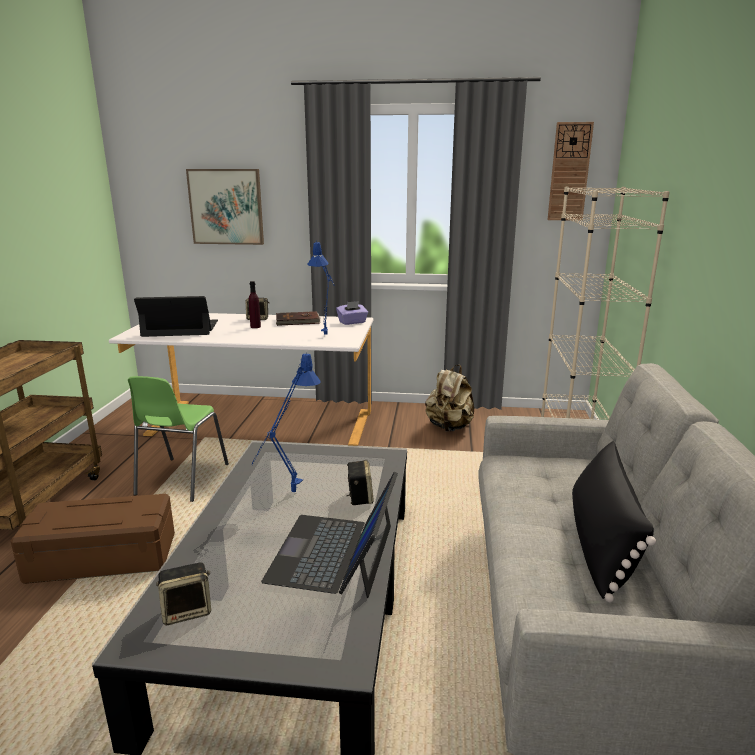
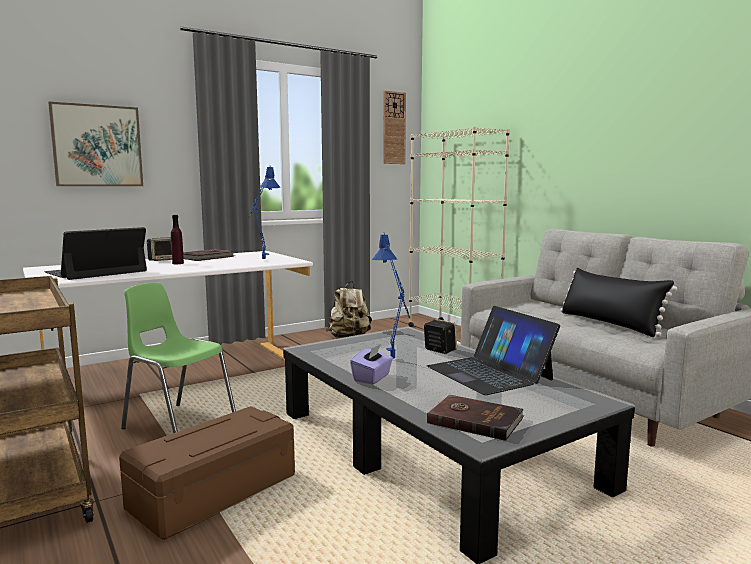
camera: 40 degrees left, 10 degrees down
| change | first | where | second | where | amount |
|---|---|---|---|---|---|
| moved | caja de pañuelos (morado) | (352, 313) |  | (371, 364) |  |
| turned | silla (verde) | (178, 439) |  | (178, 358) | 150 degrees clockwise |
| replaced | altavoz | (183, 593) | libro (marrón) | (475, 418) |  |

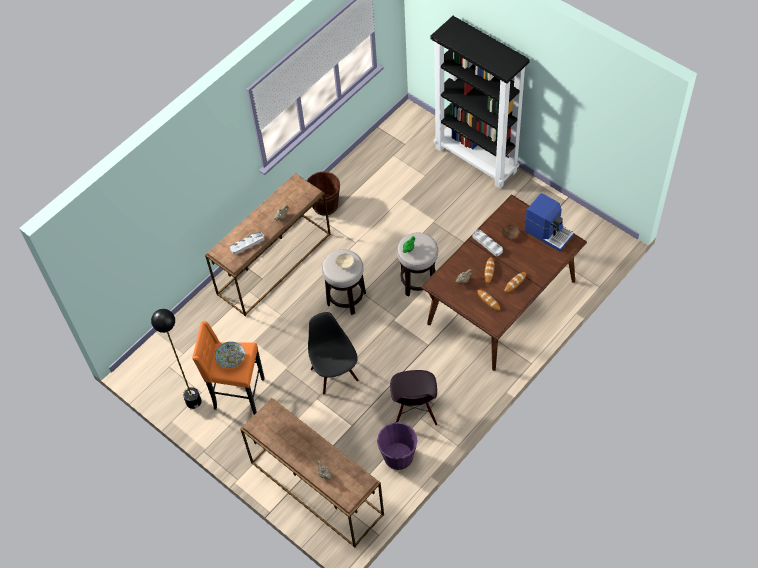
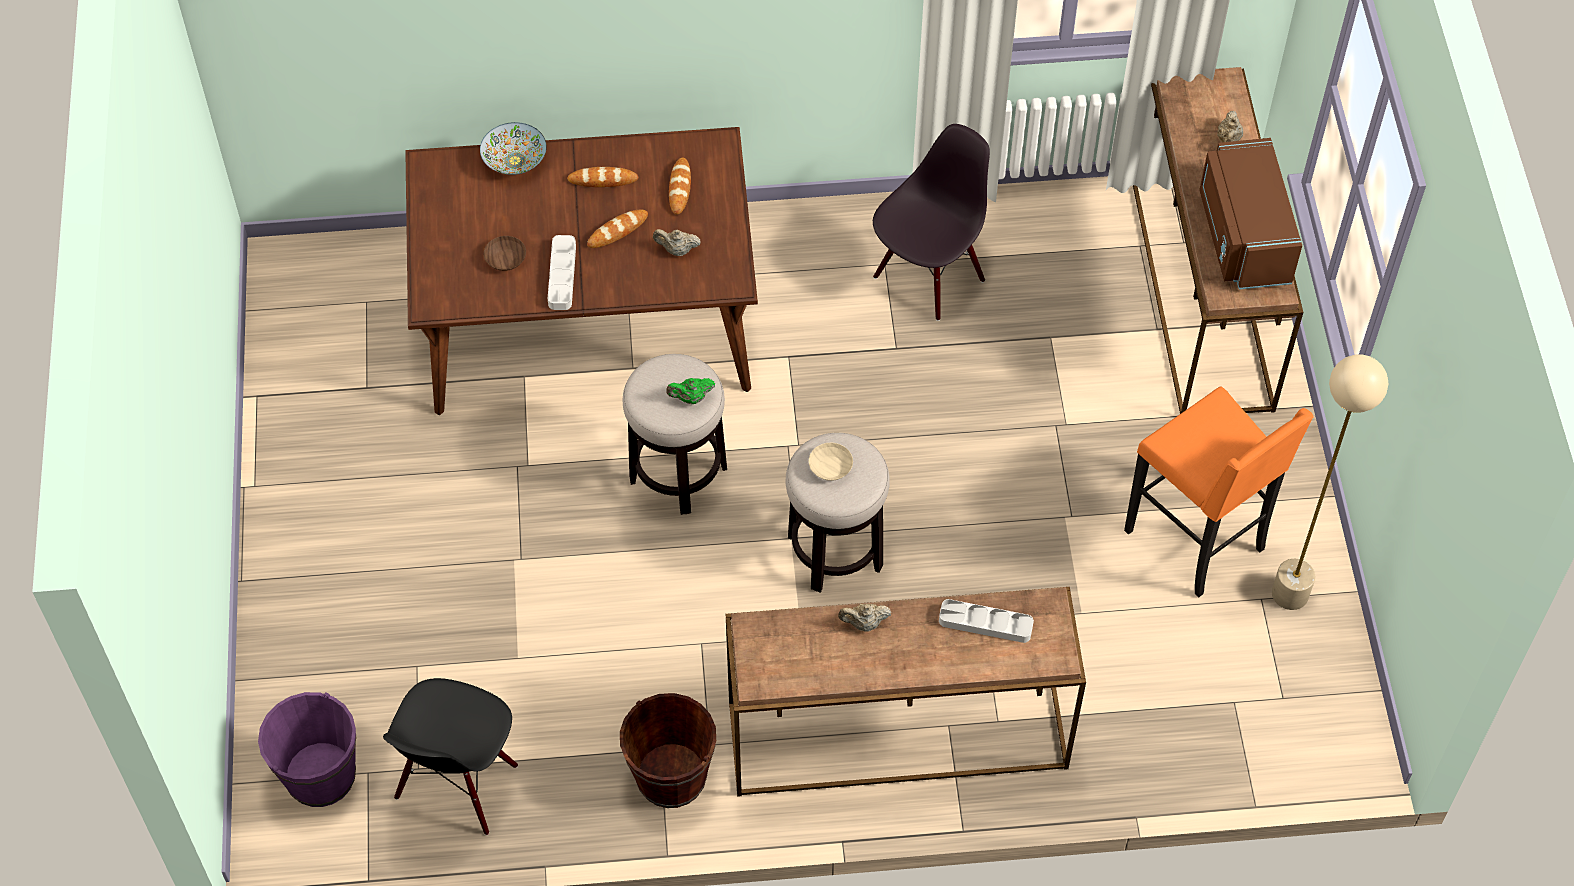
camera: 140 degrees left, 0 degrees up
| change | first | where | second | where | amount |
|---|---|---|---|---|---|
| removed | estantería (negro) | (480, 102) |  |  |  |
| removed | cafetera | (549, 222) |  |  |  |
| recoloured | lámpara de pie (negro) | (176, 359) | lámpara de pie (beis) | (1330, 482) |  |
| moved | silla (negro) | (333, 353) |  | (450, 756) |  |
| moved | cuenco | (230, 355) |  | (513, 148) |  |
| moved | cubo (morado) | (397, 446) |  | (307, 749) |  |
| added |  |  | microondas (marrón) | (1250, 214) |  |

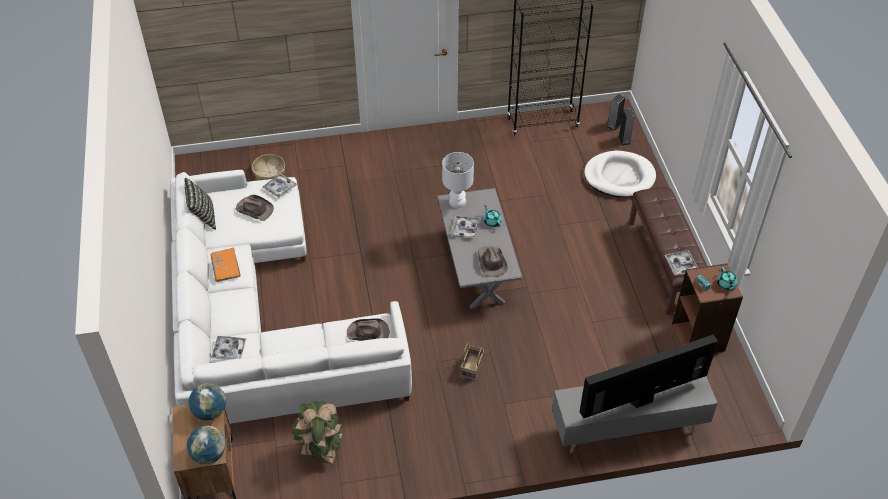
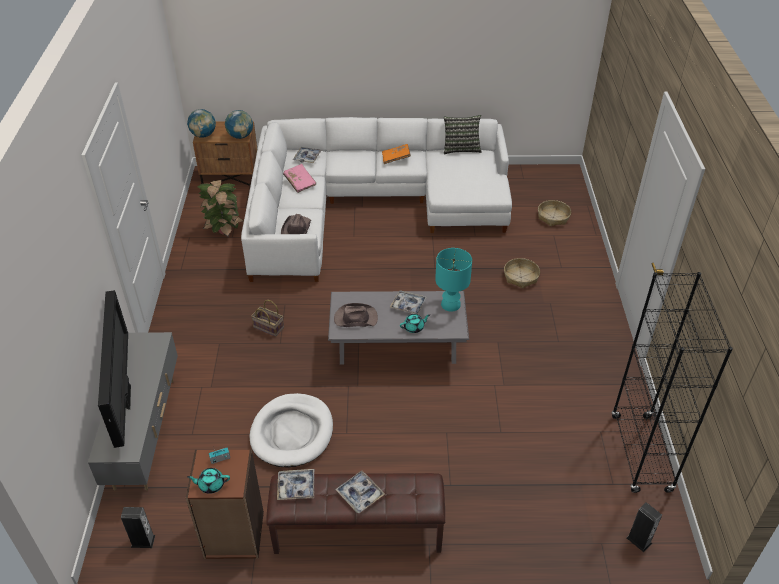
camera: 100 degrees right, 5 degrees down
| change | first | where | second | where | amount |
|---|---|---|---|---|---|
| moved | altavoz | (626, 126) |  | (138, 527) |  |
| moved | cama para perro (blanco) | (620, 174) |  | (291, 430) |  |
| recoloured | lámpara de mesa (blanco) | (458, 180) | lámpara de mesa (turquesa) | (453, 280) |  |
| moved | bandeja | (279, 185) |  | (360, 492) |  |
| removed | sombrero (marrón) | (255, 208) |  |  |  |
| added |  |  | libro (rosa) | (299, 178) |  |
| added |  |  | cesta | (522, 273) |  |

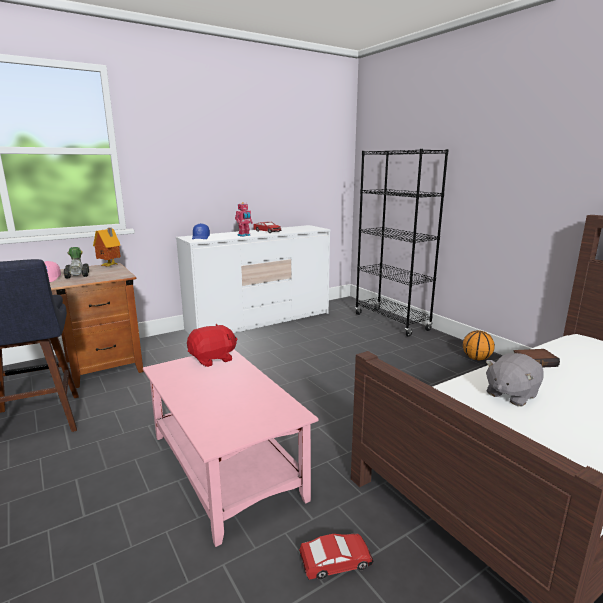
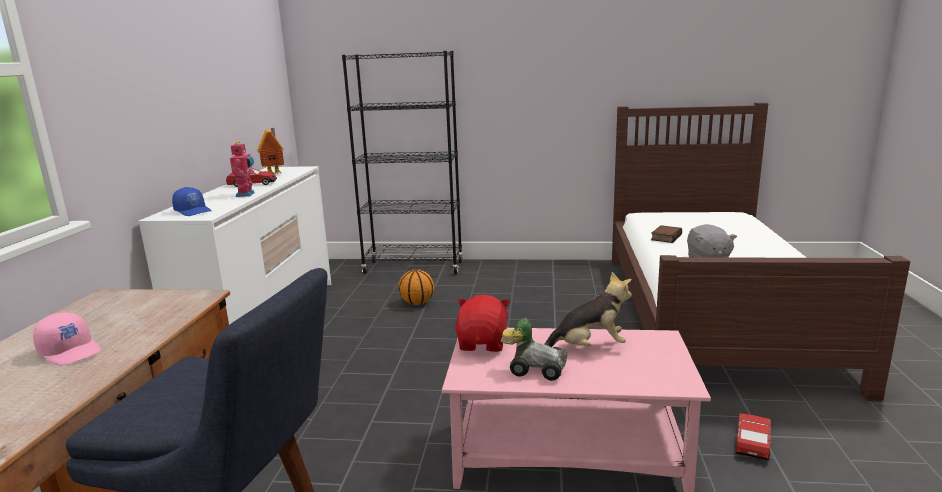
camera: 50 degrees left, 0 degrees up
| change | first | where | second | where | amount |
|---|---|---|---|---|---|
| moved | casita | (107, 247) |  | (270, 151) |  |
| moved | coche de juguete | (76, 262) |  | (534, 350) |  |
| moved | balón de baloncesto | (479, 345) |  | (416, 287) |  |
| added |  |  | peluche | (588, 309) |  |

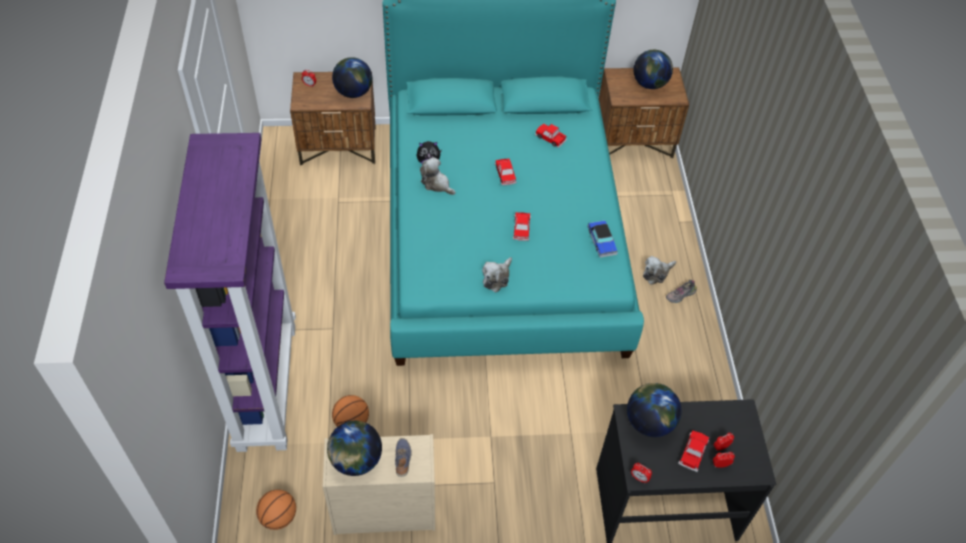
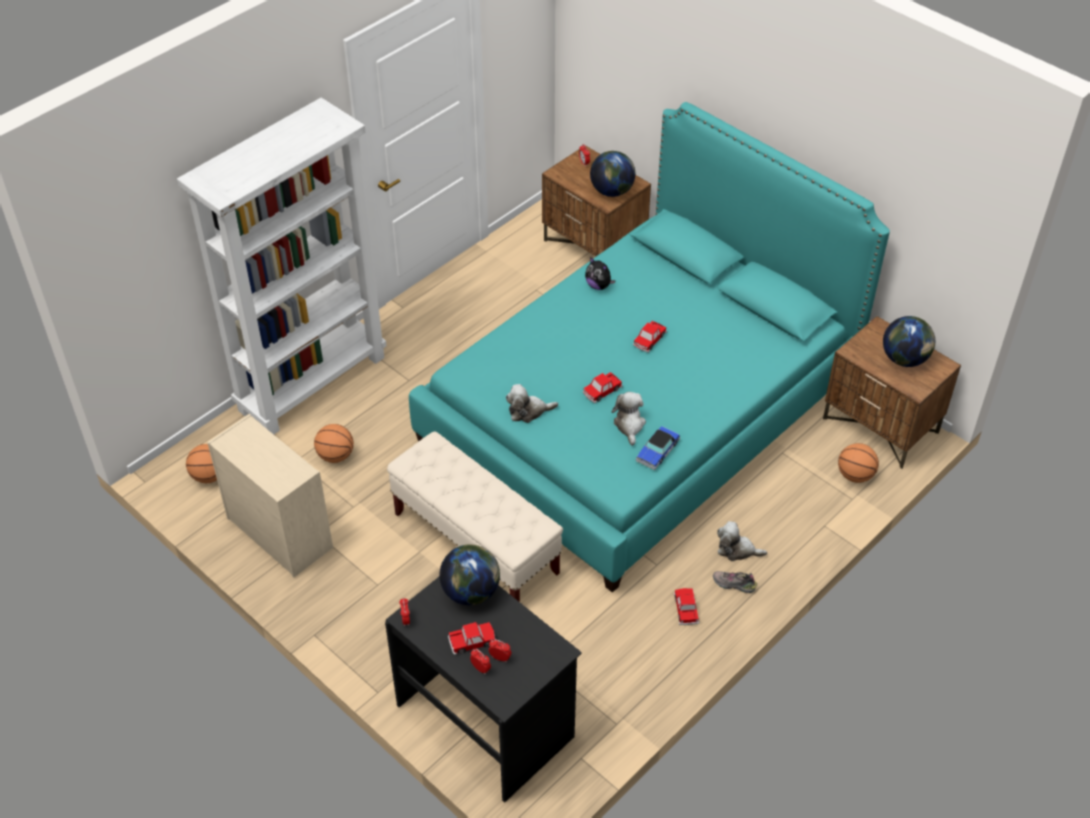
camera: 50 degrees right, 5 degrees down
| change | first | where | second | where | amount |
|---|---|---|---|---|---|
| moved | coche de juguete | (551, 136) |  | (686, 606) |  |
| recoloured | estantería (morado) | (230, 292) | estantería (blanco) | (282, 266) |  |
| moved | peluche | (438, 176) |  | (628, 419) |  |
| removed | globo terráqueo | (354, 448) |  |  |  |
| removed | zapato | (403, 457) |  |  |  |
| added |  |  | banco (beis) | (475, 516) |  |
| added |  |  | balón de baloncesto | (858, 463) |  |

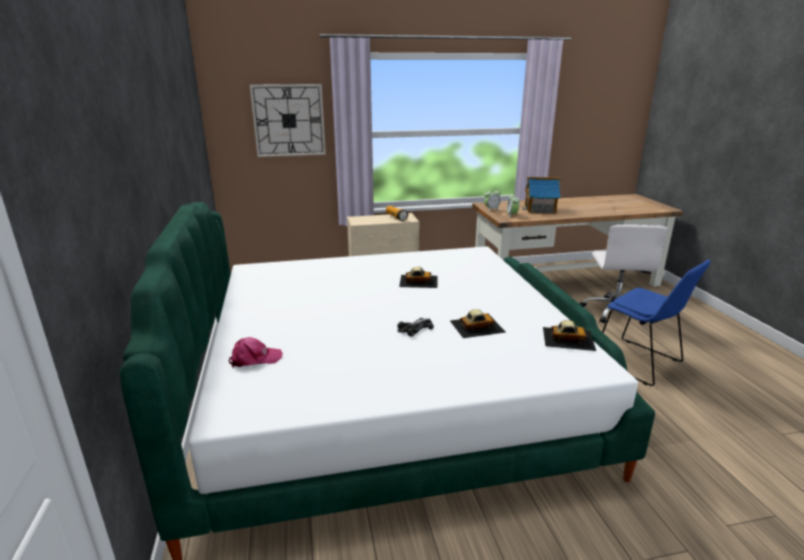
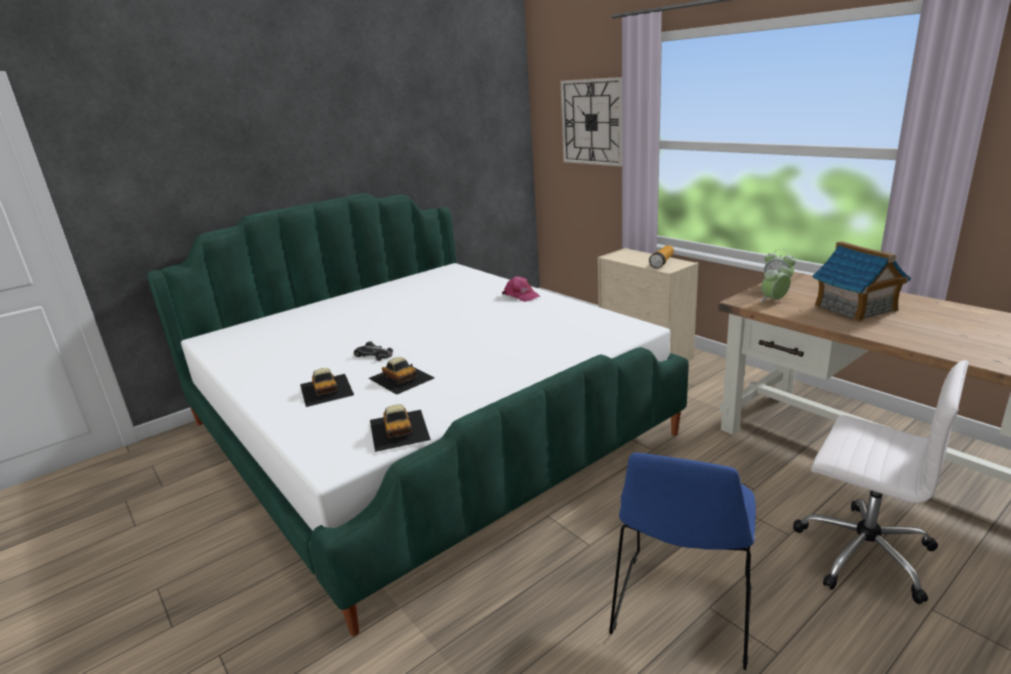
camera: 65 degrees right, 0 degrees up
| change | first | where | second | where | amount |
|---|---|---|---|---|---|
| turned | silla de oficina (blanco) | (623, 275) |  | (881, 482) | 120 degrees counterclockwise |
| moved | coche de juguete | (418, 277) |  | (327, 387) |  |
| moved | gorra (rosa) | (256, 352) |  | (521, 289) |  |

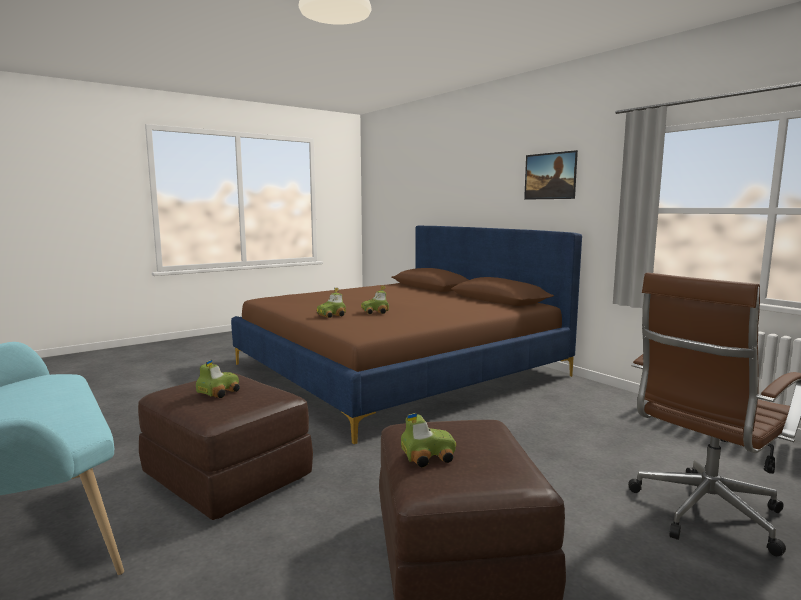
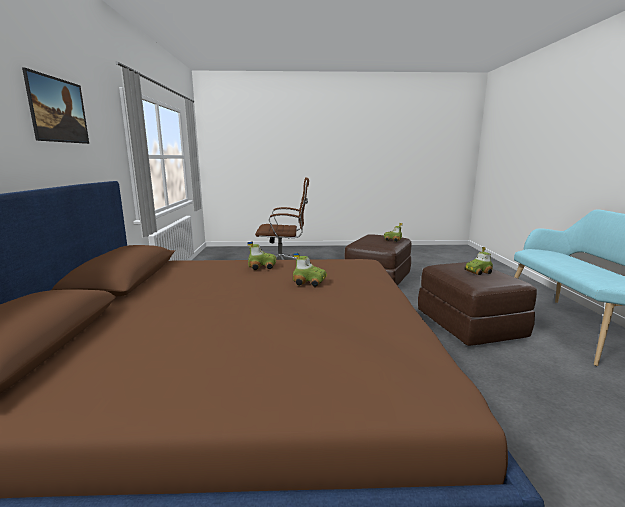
camera: 145 degrees left, 5 degrees up
| change | first | where | second | where | amount |
|---|---|---|---|---|---|
| moved | coche de juguete | (331, 303) |  | (262, 255) |  |

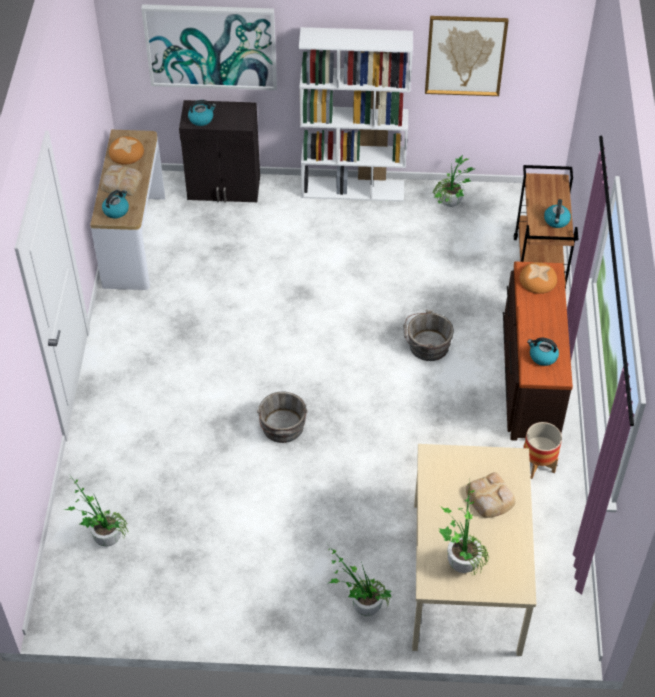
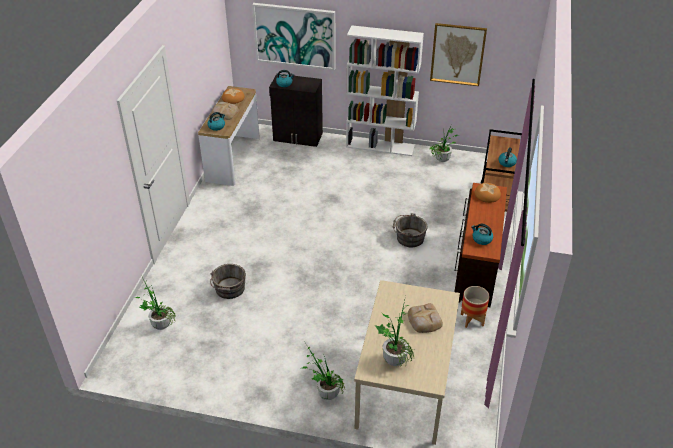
camera: 10 degrees right, 10 degrees down
| change | first | where | second | where | amount |
|---|---|---|---|---|---|
| moved | cubo (gris) | (282, 417) |  | (228, 281) |  |

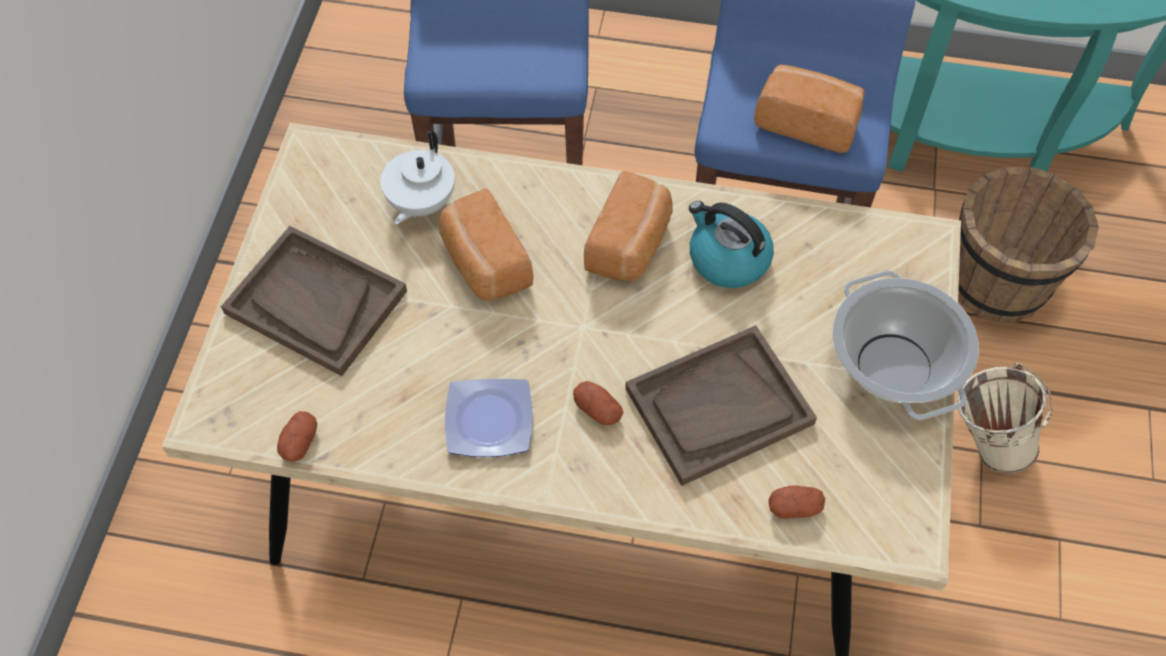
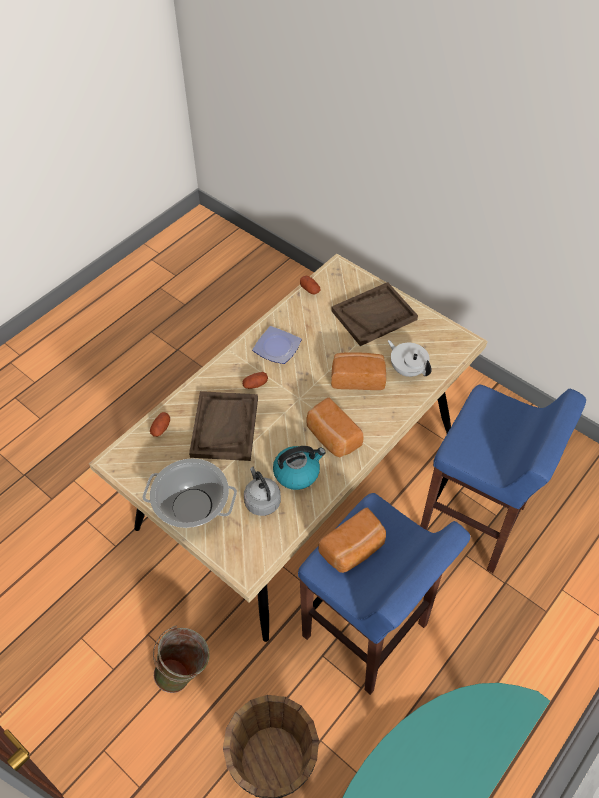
camera: 120 degrees right, 5 degrees down
| change | first | where | second | where | amount |
|---|---|---|---|---|---|
| recoloured | cubo (beis) | (1004, 418) | cubo (verde) | (181, 659) |  |
| added |  |  | hervidor (gris) | (262, 491) |  |

